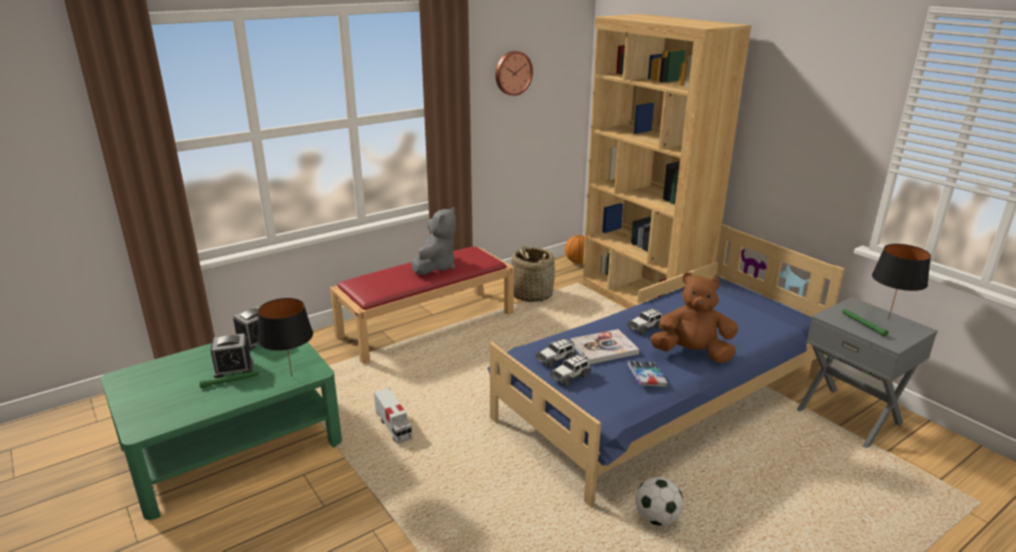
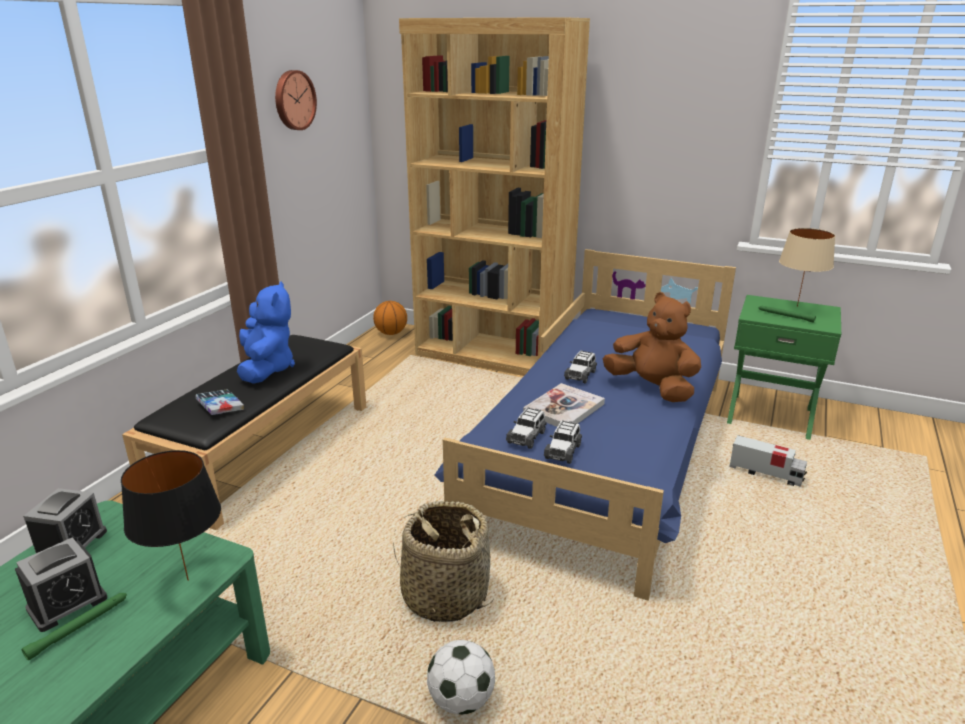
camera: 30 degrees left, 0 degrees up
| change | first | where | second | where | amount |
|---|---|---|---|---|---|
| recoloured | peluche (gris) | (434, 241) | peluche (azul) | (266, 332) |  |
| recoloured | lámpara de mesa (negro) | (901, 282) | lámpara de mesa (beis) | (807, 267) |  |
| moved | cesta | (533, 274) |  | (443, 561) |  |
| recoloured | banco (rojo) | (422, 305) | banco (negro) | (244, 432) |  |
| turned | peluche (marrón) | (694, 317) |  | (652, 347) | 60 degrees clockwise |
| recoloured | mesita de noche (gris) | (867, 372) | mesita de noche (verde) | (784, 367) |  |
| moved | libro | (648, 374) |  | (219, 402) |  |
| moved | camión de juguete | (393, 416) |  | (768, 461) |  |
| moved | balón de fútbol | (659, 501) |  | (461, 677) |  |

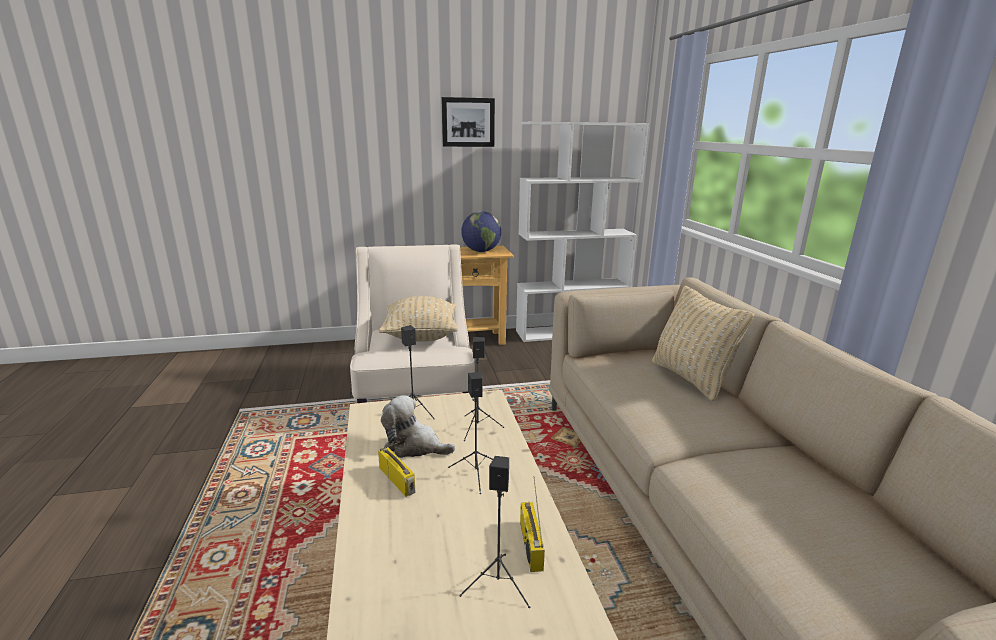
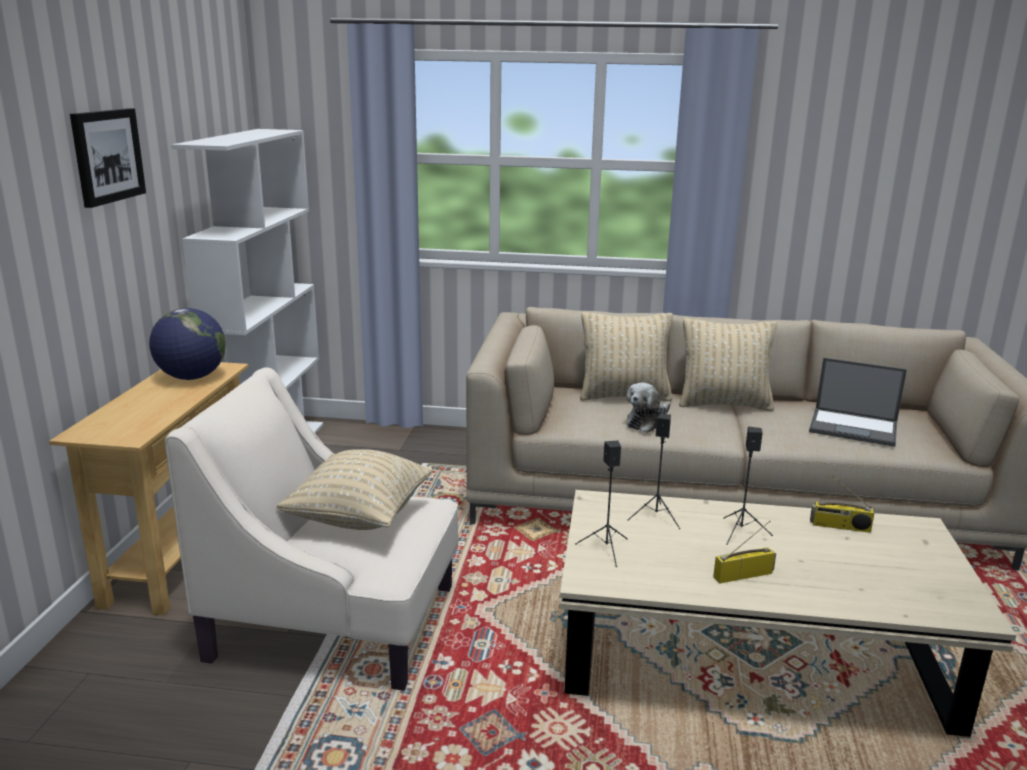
camera: 70 degrees left, 0 degrees up
| change | first | where | second | where | amount |
|---|---|---|---|---|---|
| moved | peluche | (418, 426) |  | (648, 408) |  |
| removed | altavoz (negro) | (494, 532) |  |  |  |
| added |  |  | cojín (beis) | (728, 364) |  |
| added |  |  | portátil | (858, 402) |  |

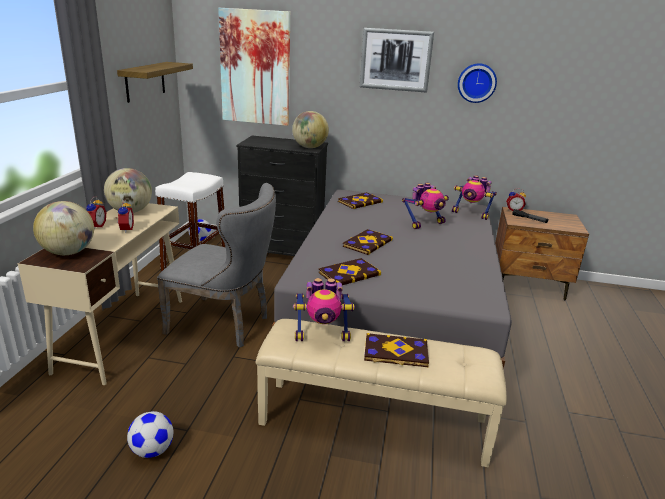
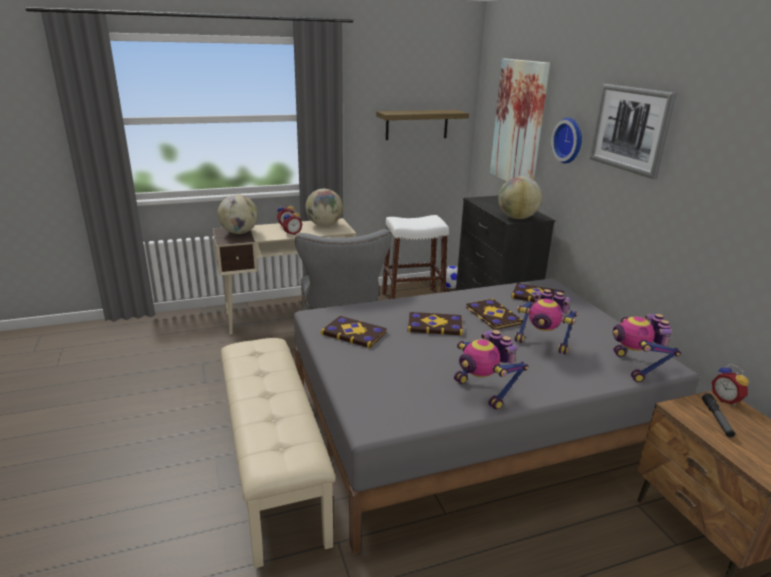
camera: 60 degrees right, 0 degrees up
| change | first | where | second | where | amount |
|---|---|---|---|---|---|
| moved | reloj de pared | (477, 83) |  | (566, 140) |  |
| moved | robot de juguete | (324, 309) |  | (491, 370) |  |
| moved | libro | (396, 350) |  | (494, 314) |  |
| removed | balón de fútbol | (150, 434) |  |  |  |

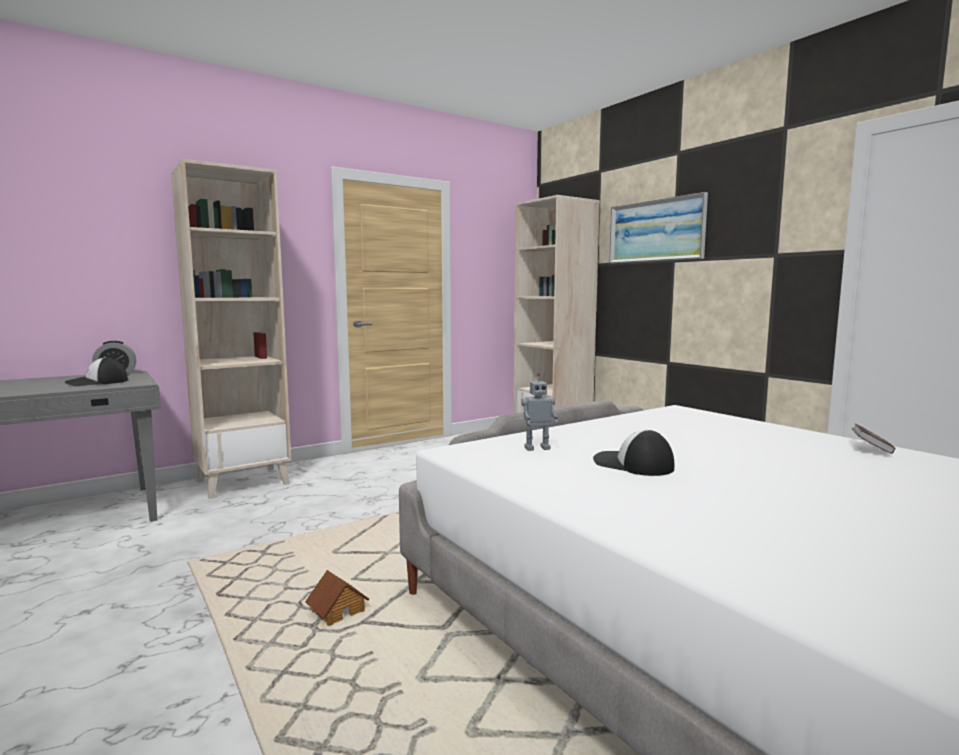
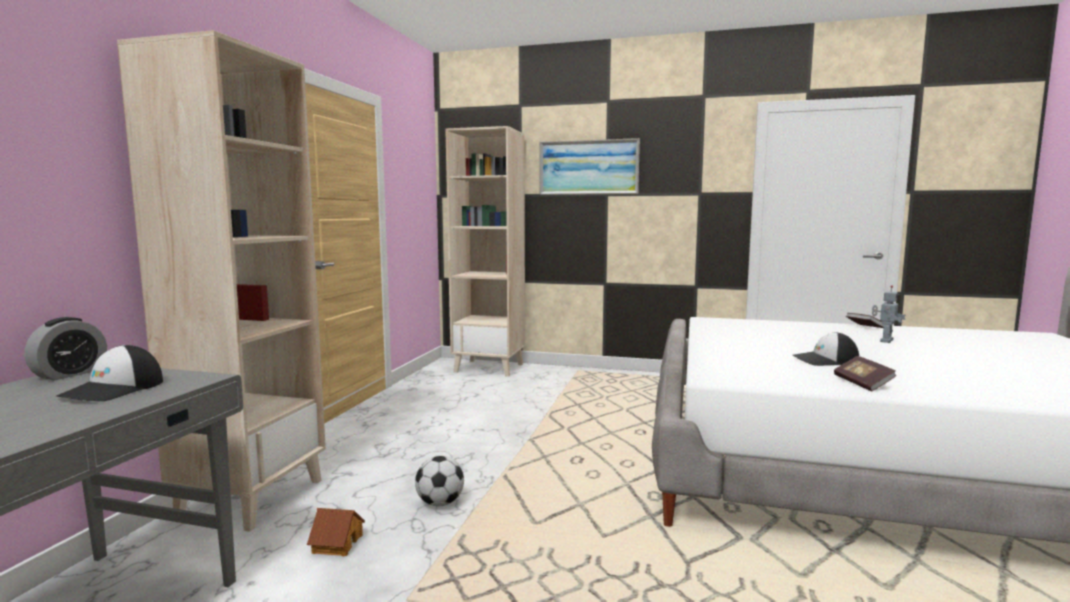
camera: 40 degrees left, 0 degrees up
| change | first | where | second | where | amount |
|---|---|---|---|---|---|
| moved | robot de juguete | (539, 412) |  | (889, 314) |  |
| moved | casita | (337, 598) |  | (336, 532) |  |
| added |  |  | libro | (865, 373) |  |
| added |  |  | balón de fútbol | (439, 481) |  |

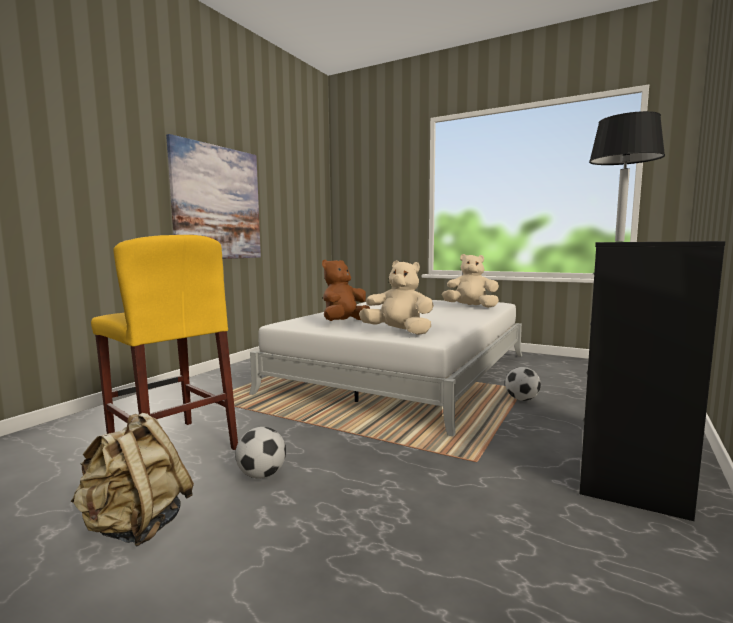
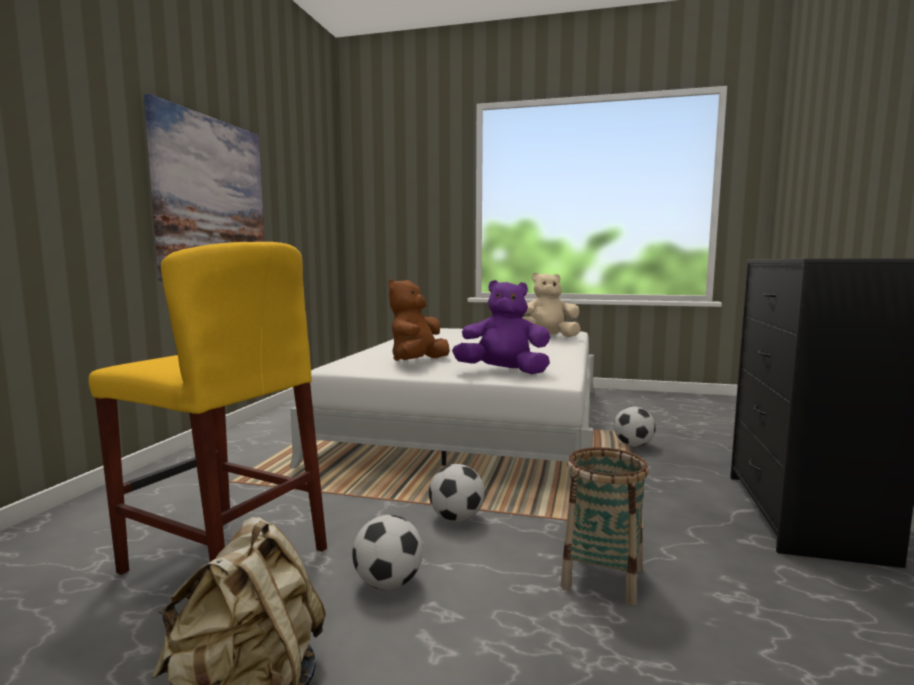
camera: 15 degrees left, 0 degrees up
| change | first | where | second | where | amount |
|---|---|---|---|---|---|
| removed | lámpara de mesa (negro) | (627, 176) |  |  |  |
| recoloured | peluche (beis) | (396, 297) | peluche (morado) | (501, 327) |  |
| added |  |  | cesta | (605, 526) |  |
| added |  |  | balón de fútbol | (456, 493) |  |

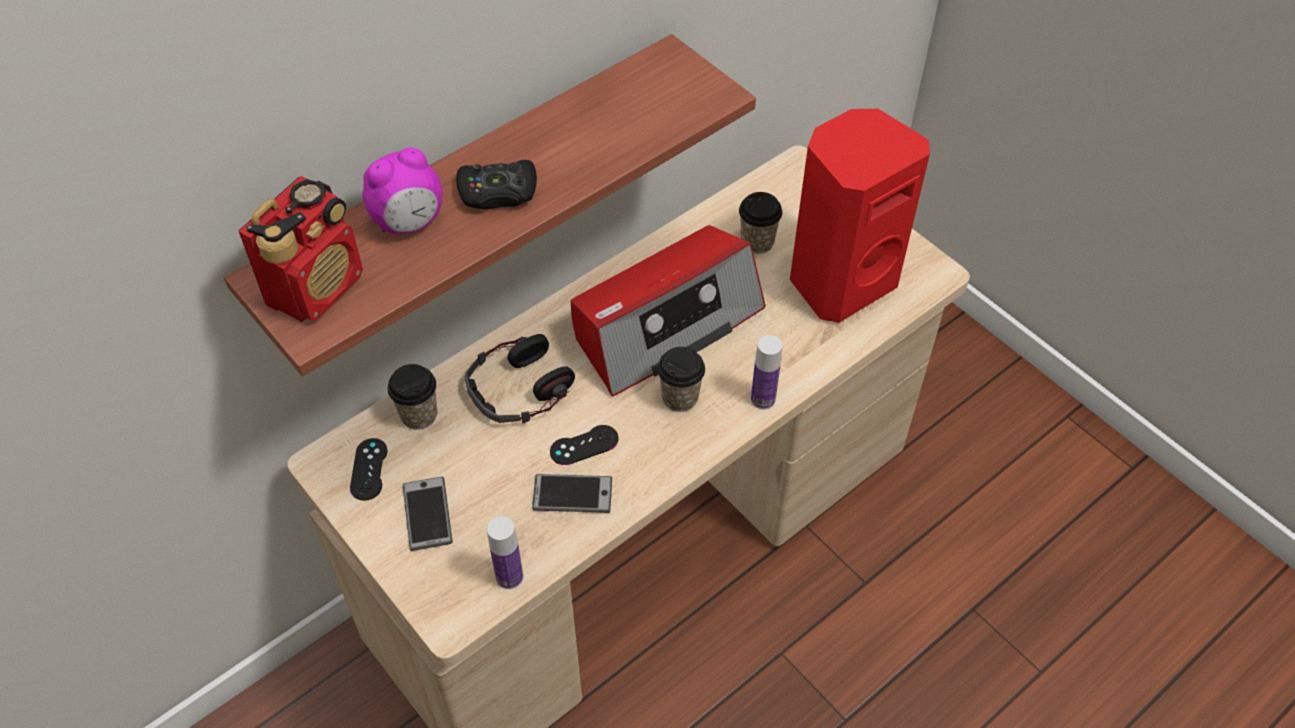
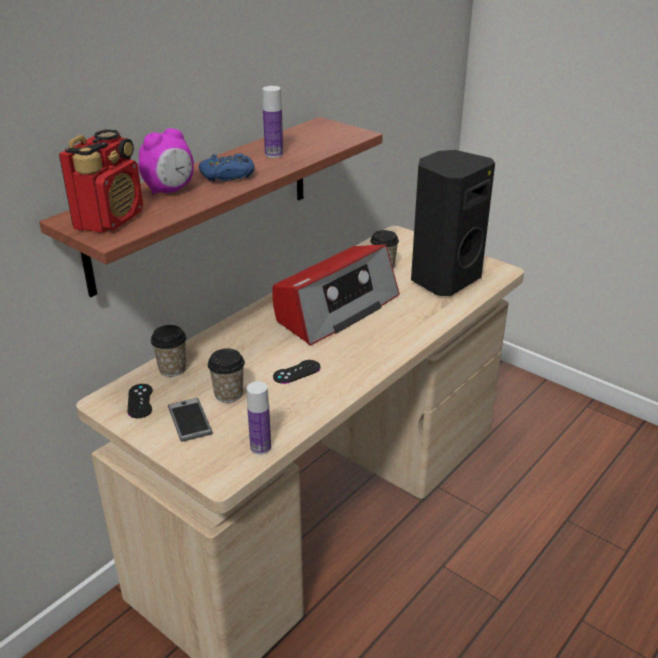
camera: 10 degrees left, 20 degrees down
| change | first | where | second | where | amount |
|---|---|---|---|---|---|
| recoloured | altavoz (rojo) | (860, 216) | altavoz (negro) | (453, 223) |  |
| recoloured | mando de consola (negro) | (496, 185) | mando de consola (azul) | (227, 168) |  |
| removed | auriculares | (520, 378) |  |  |  |
| moved | botella | (766, 372) |  | (273, 122) |  |
| moved | taza | (681, 379) |  | (226, 376) |  |
| removed | móvil | (572, 493) |  |  |  |

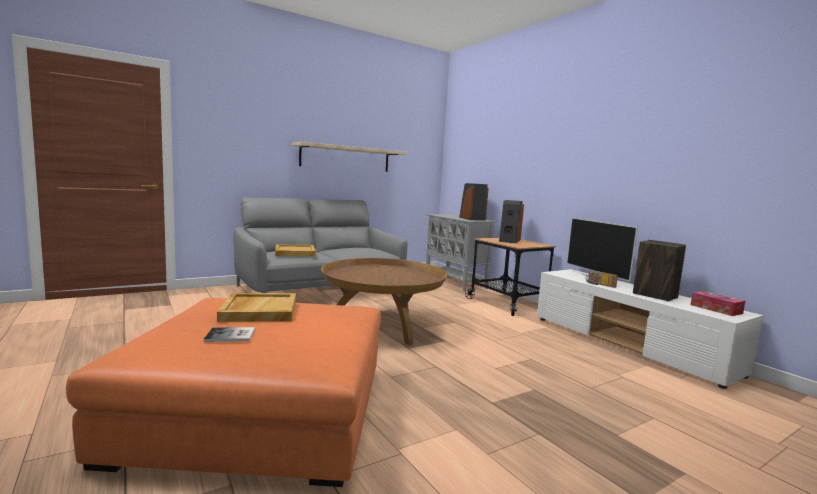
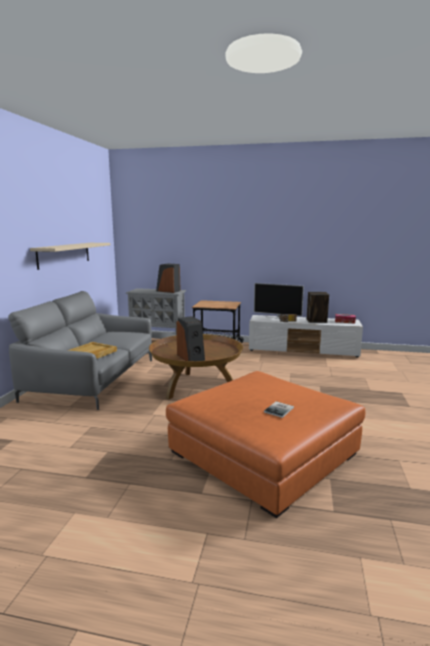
camera: 45 degrees left, 5 degrees up
| change | first | where | second | where | amount |
|---|---|---|---|---|---|
| moved | altavoz | (511, 221) |  | (190, 338) |  |
| removed | bandeja (beis) | (256, 307) |  |  |  |

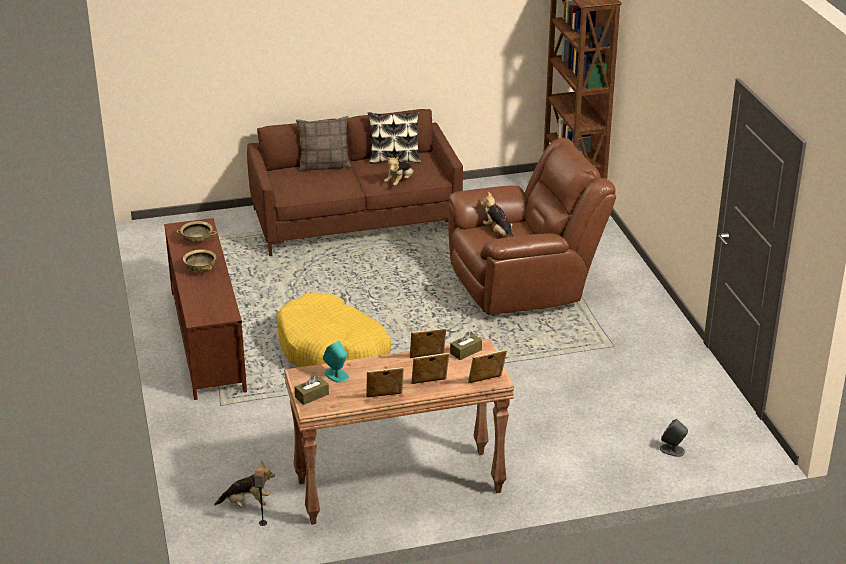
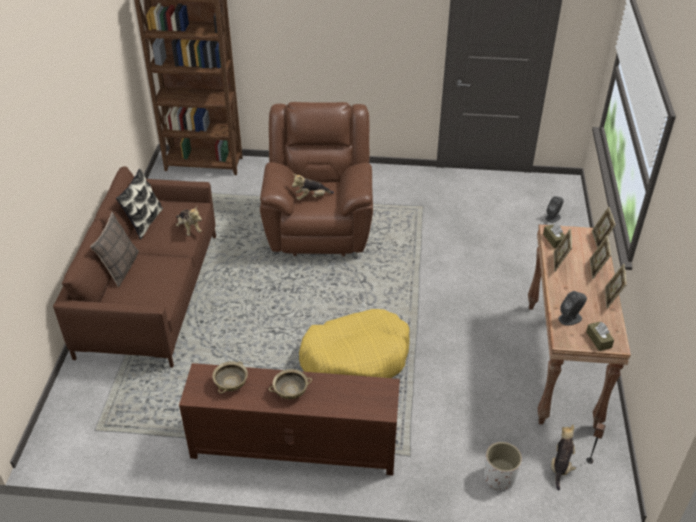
camera: 70 degrees left, 10 degrees up
| change | first | where | second | where | amount |
|---|---|---|---|---|---|
| recoloured | altavoz (turquesa) | (336, 362) | altavoz (gris) | (572, 308) |  |
| added |  |  | maceta (blanco) | (503, 466) |  |

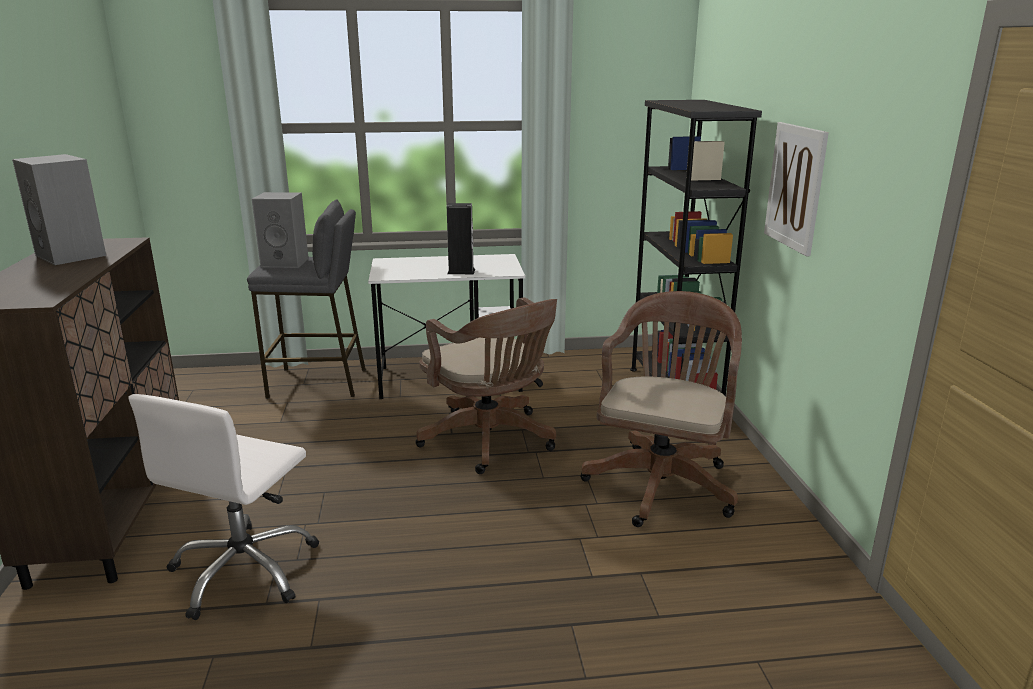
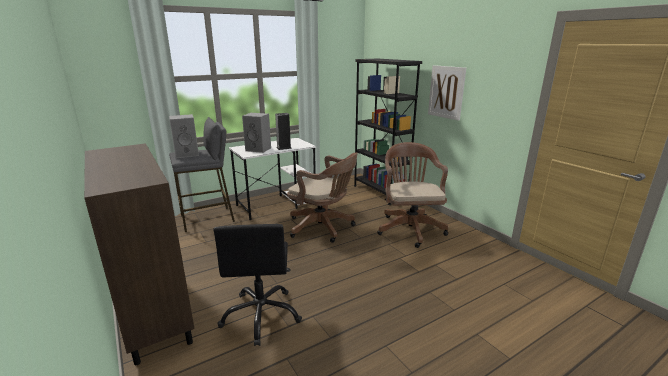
camera: 25 degrees left, 0 degrees up
| change | first | where | second | where | amount |
|---|---|---|---|---|---|
| moved | altavoz (gris) | (59, 209) |  | (256, 133) |  |
| recoloured | silla de oficina (blanco) | (224, 507) | silla de oficina (negro) | (257, 285) |  |

